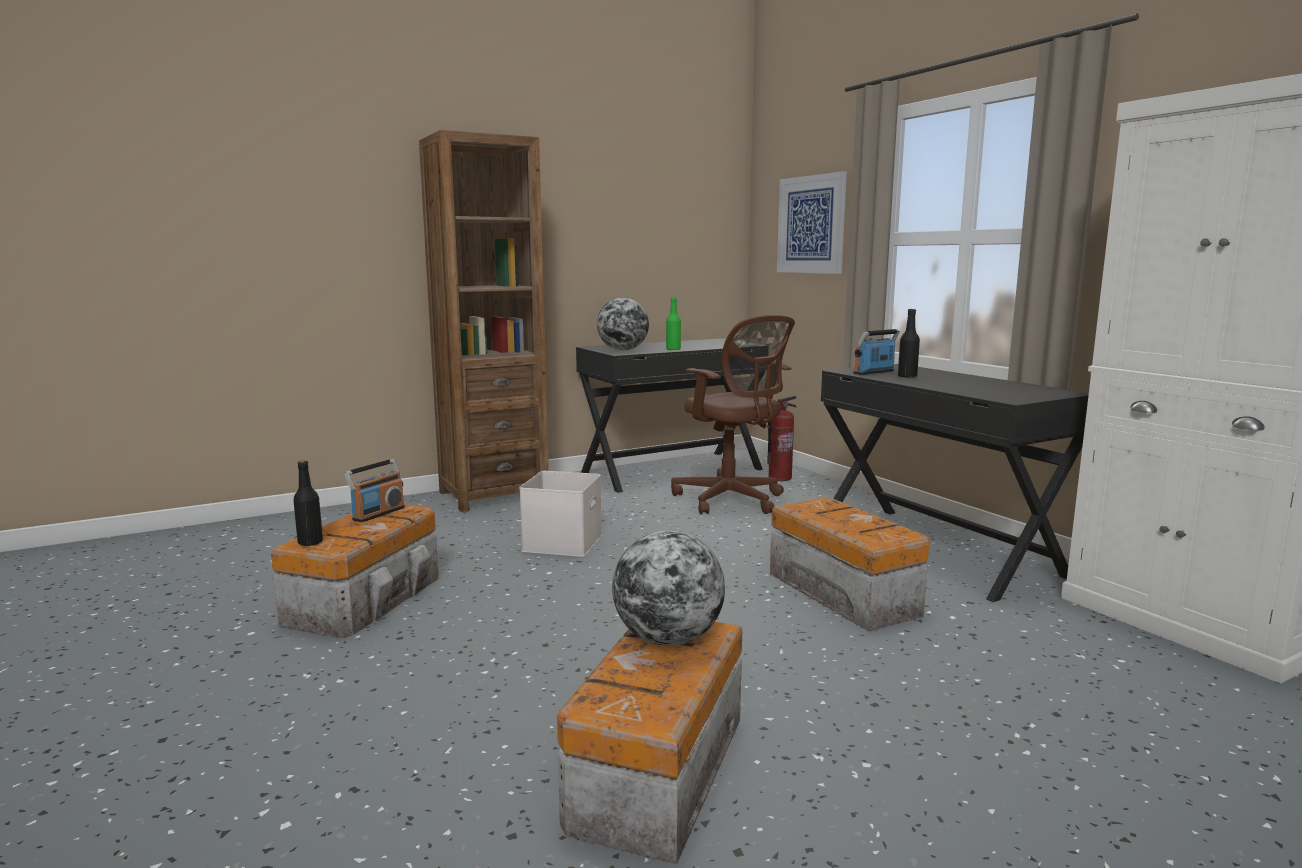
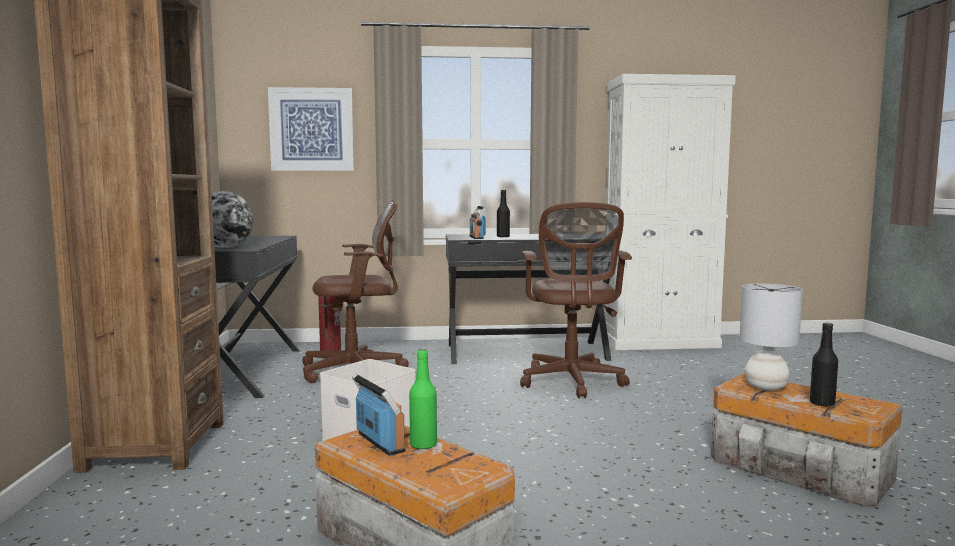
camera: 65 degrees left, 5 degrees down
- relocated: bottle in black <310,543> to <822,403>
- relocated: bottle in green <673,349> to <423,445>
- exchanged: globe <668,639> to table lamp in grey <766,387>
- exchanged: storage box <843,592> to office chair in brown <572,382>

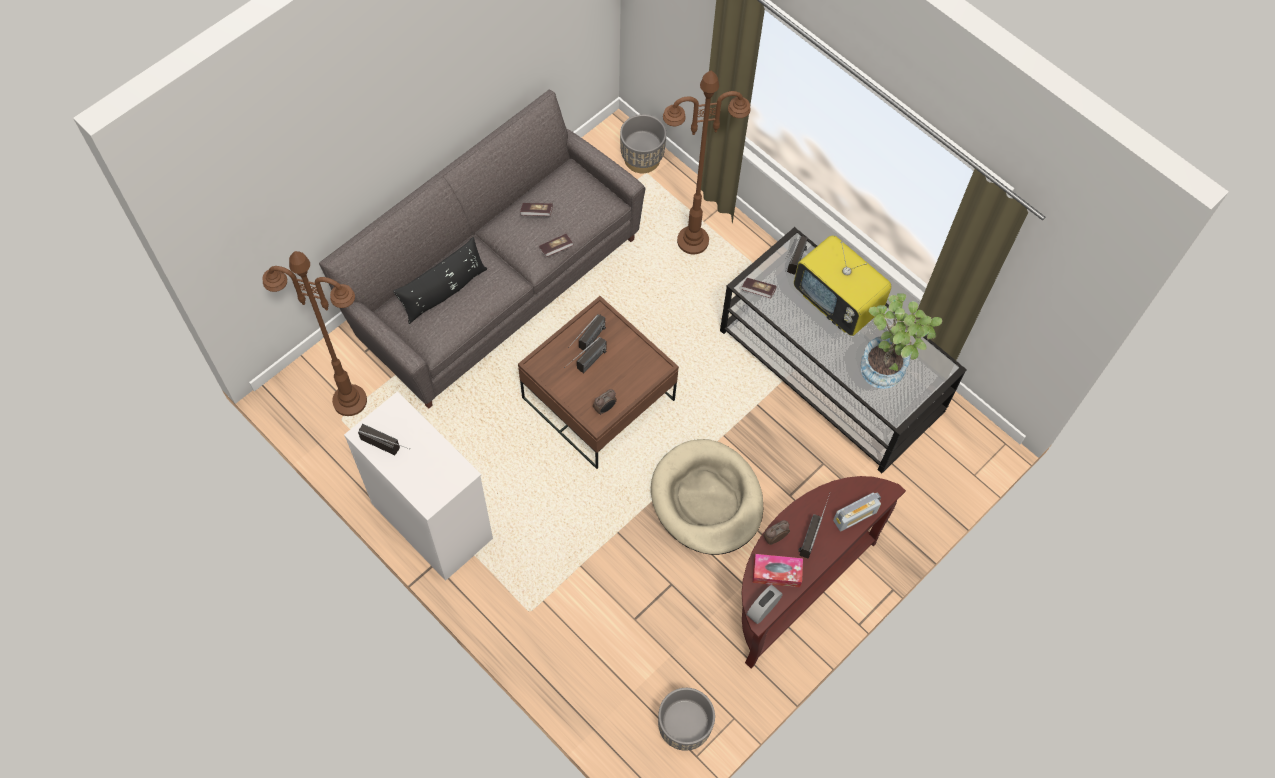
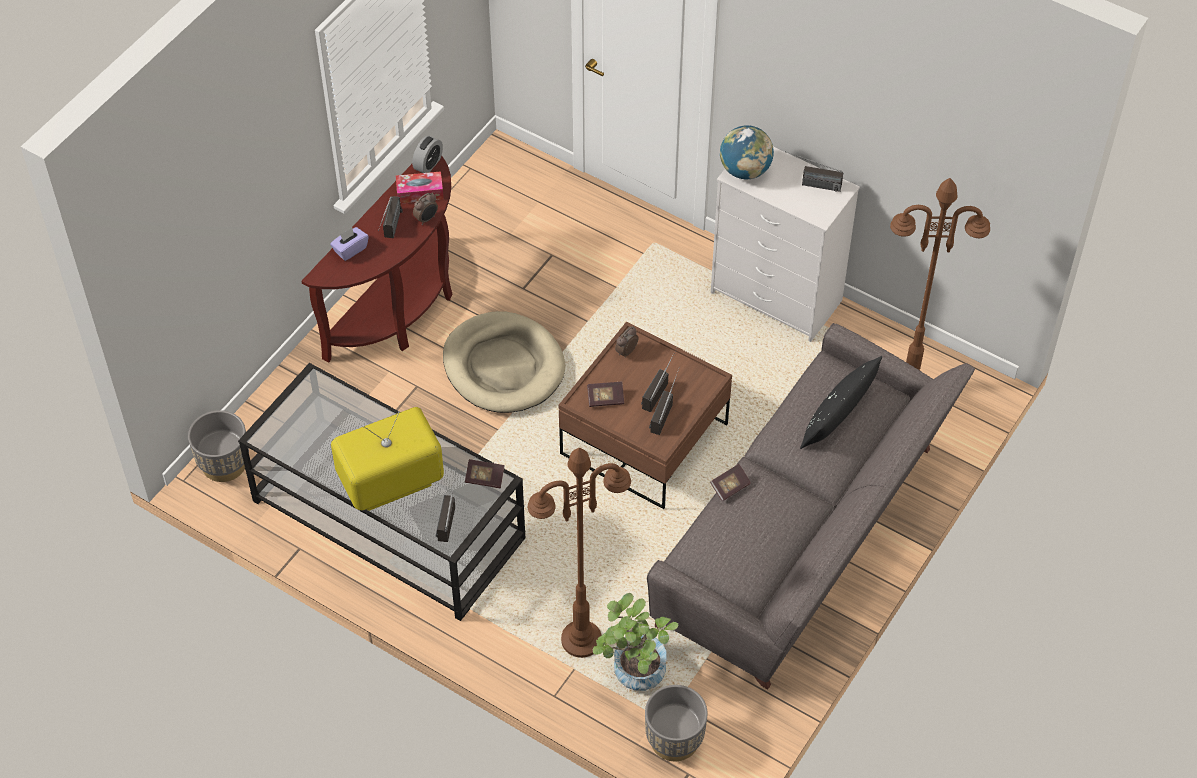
camera: 170 degrees right, 10 degrees down
- appeared: globe <745,170>
- relocated: book <536,213> to <605,399>
- relocated: planter in grey <683,727> to <224,464>
- relocated: potted plant <887,366> to <634,677>
- exchanged: radio <855,516> to tissue box in purple <350,249>
- spun: television <837,303> = <390,483> 60 degrees counterclockwise

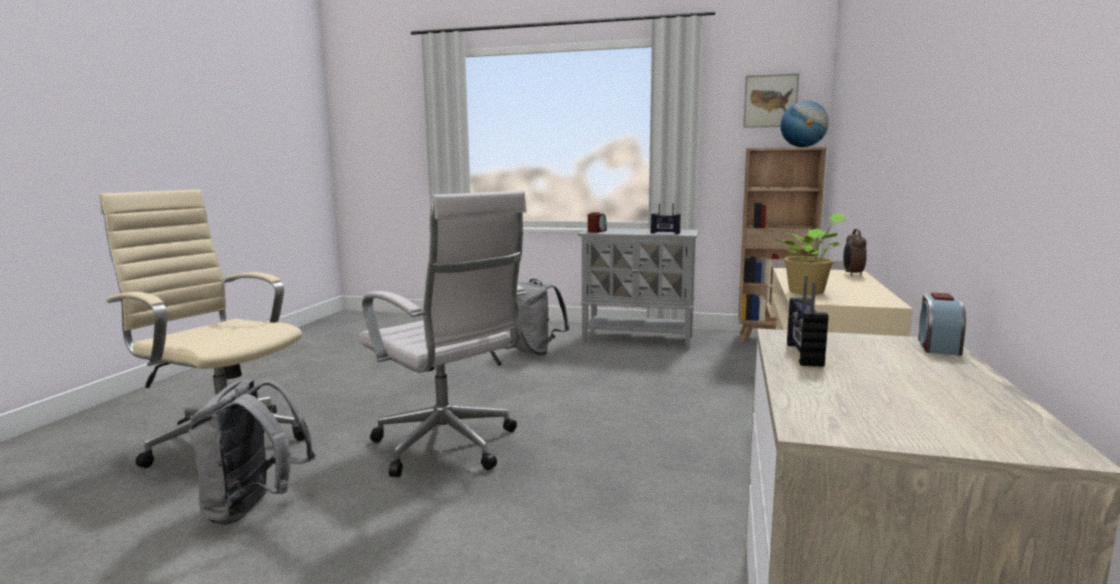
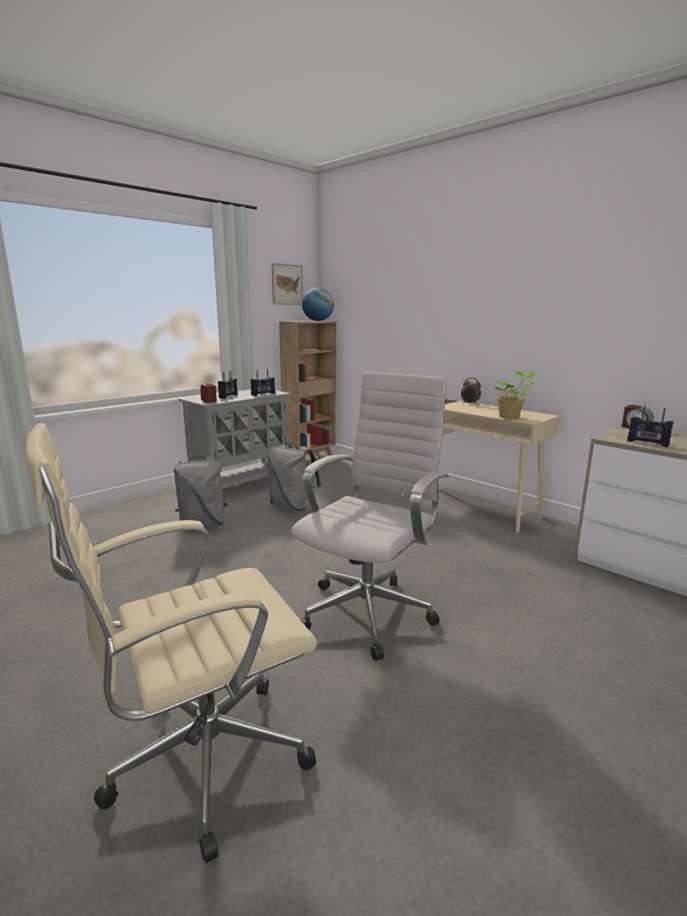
camera: 60 degrees left, 5 degrees up
- appeared: radio <228,396>
- relocated: backpack in grey <254,508> to <292,506>
- spun: office chair in white <449,448> = <370,611> 45 degrees counterclockwise

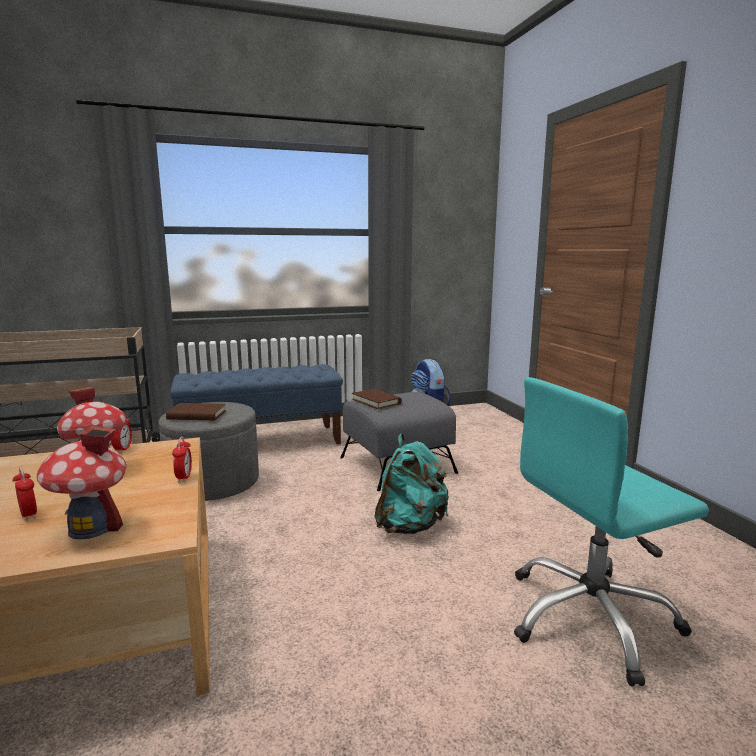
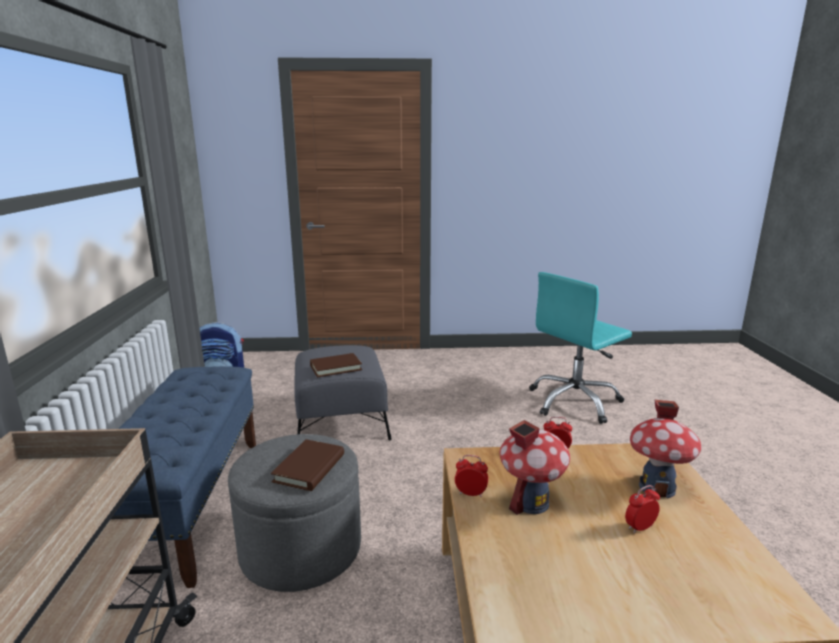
camera: 75 degrees left, 5 degrees up
- missing: backpack in turquoise <410,526>
- spun: office chair in turquoise <590,618> = <574,402> 60 degrees clockwise

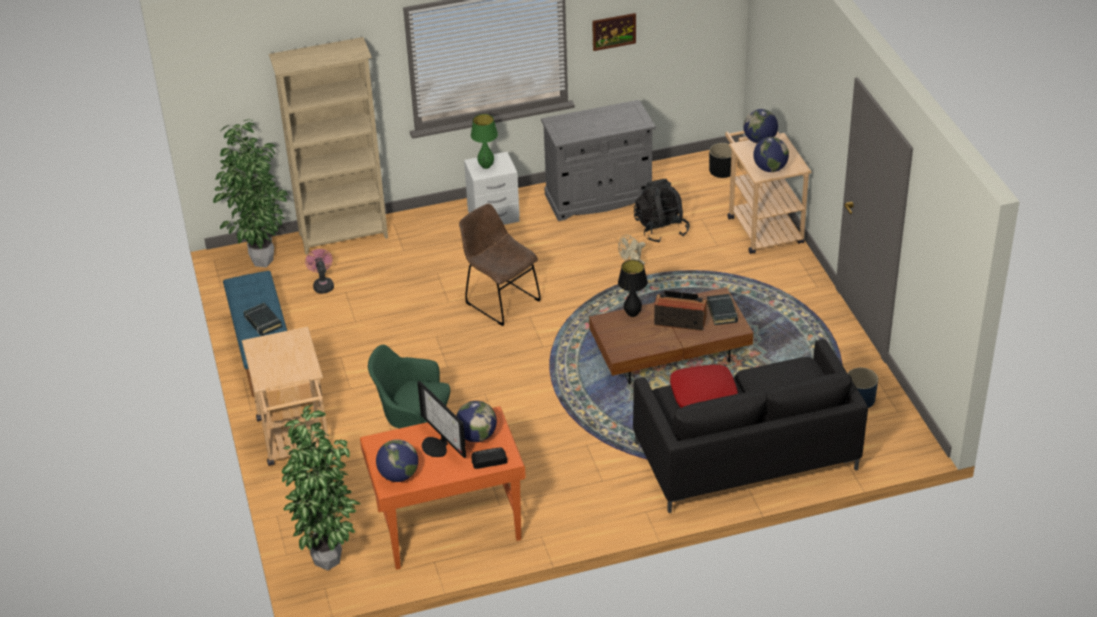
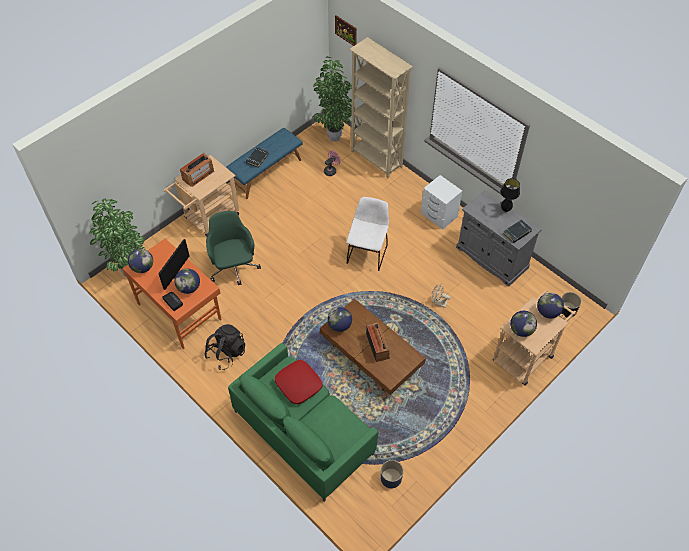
camera: 60 degrees right, 15 degrees up
- missing: table lamp in green <486,166>
- appeared: radio <198,175>
- appeared: globe <340,325>
- relocated: picture <614,31> to <346,30>
- relocated: table lamp in black <632,314> to <505,209>
- relocated: backpack in black <661,229> to <226,353>
- relocated: book in black <722,312> to <517,233>
- colour: chair in brown <500,300> to chair in white <367,252>
- colour: sofa in black <745,456> to sofa in green <303,433>

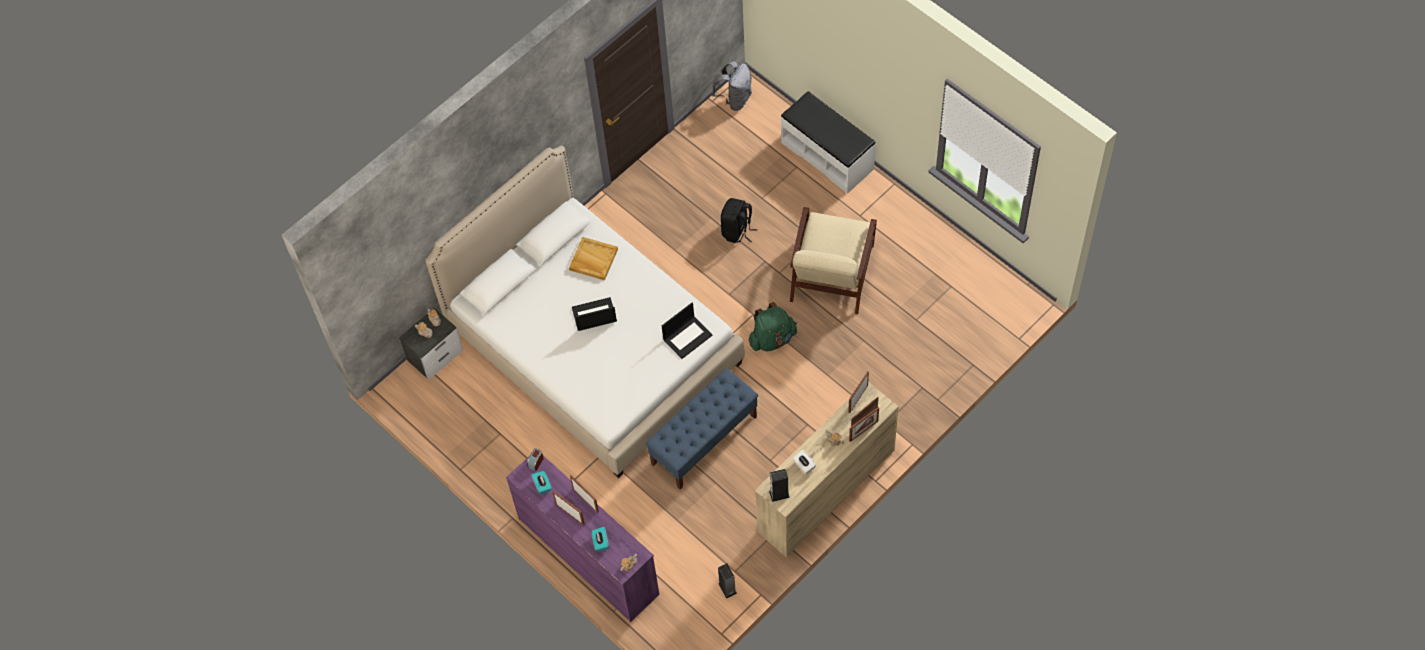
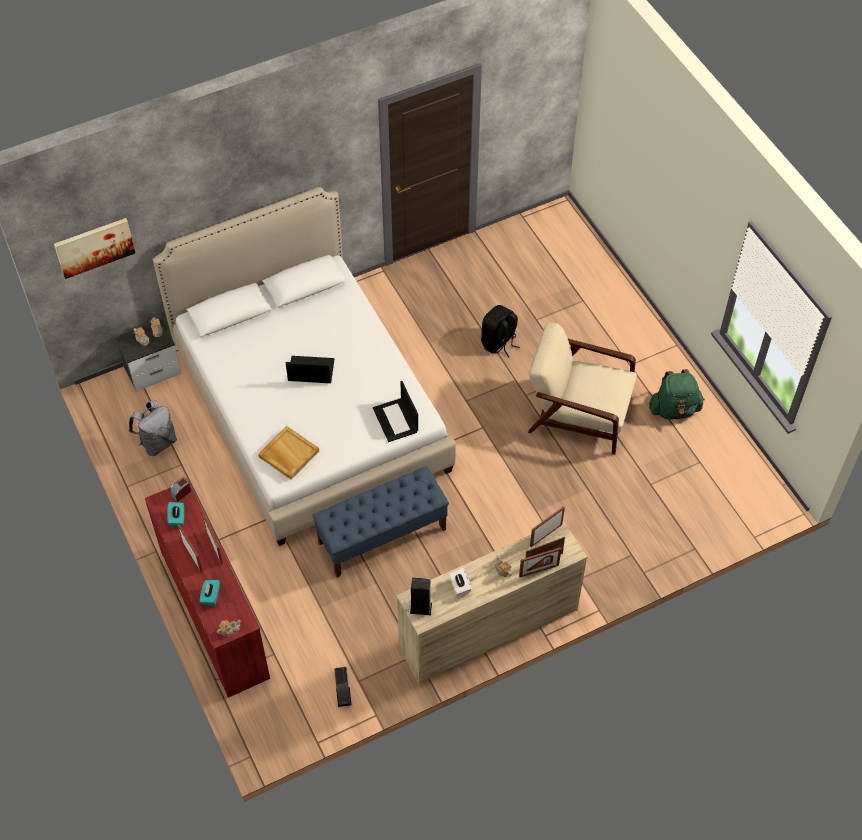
camera: 15 degrees right, 5 degrees down
- missing: bench in white <828,155>
- appeared: picture <94,247>
- relocated: tray in beige <593,260> to <288,454>
- relocated: backpack in grey <735,99> to <157,442>
- relocated: backpack in green <772,339> to <674,410>
- colour: dresser in purple <588,555> to dresser in red <215,614>
- spun: laptop <687,337> = <396,420> 90 degrees clockwise
- spun: armchair in beige <831,275> = <578,413> 75 degrees clockwise

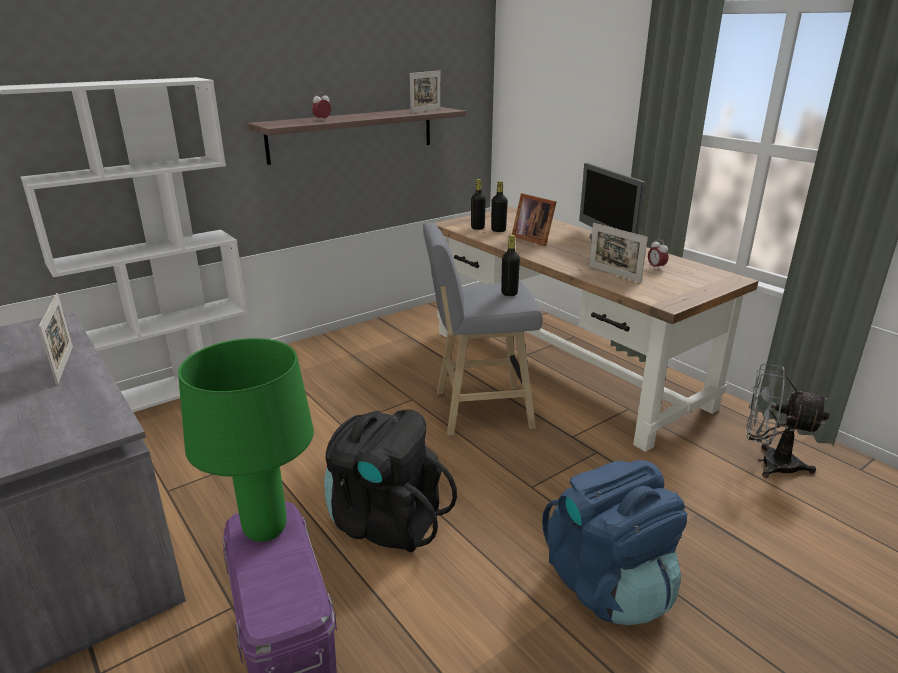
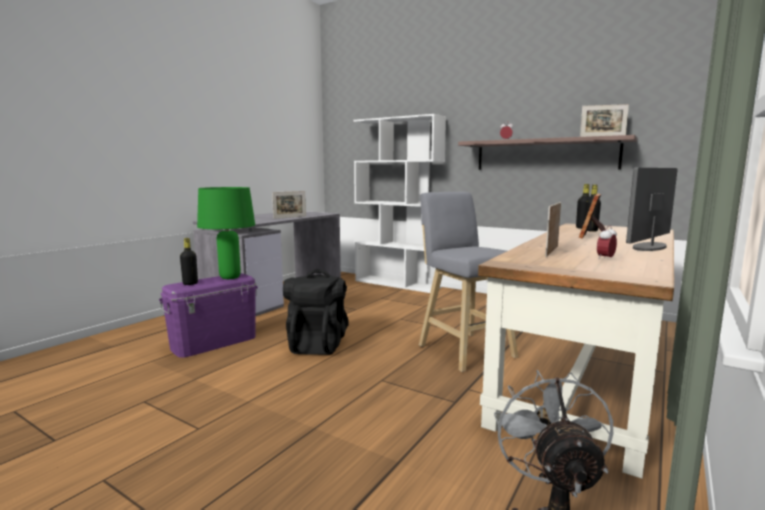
camera: 70 degrees right, 15 degrees down
- missing: backpack in blue <608,584>
- relocated: bottle in black <509,293> to <190,283>

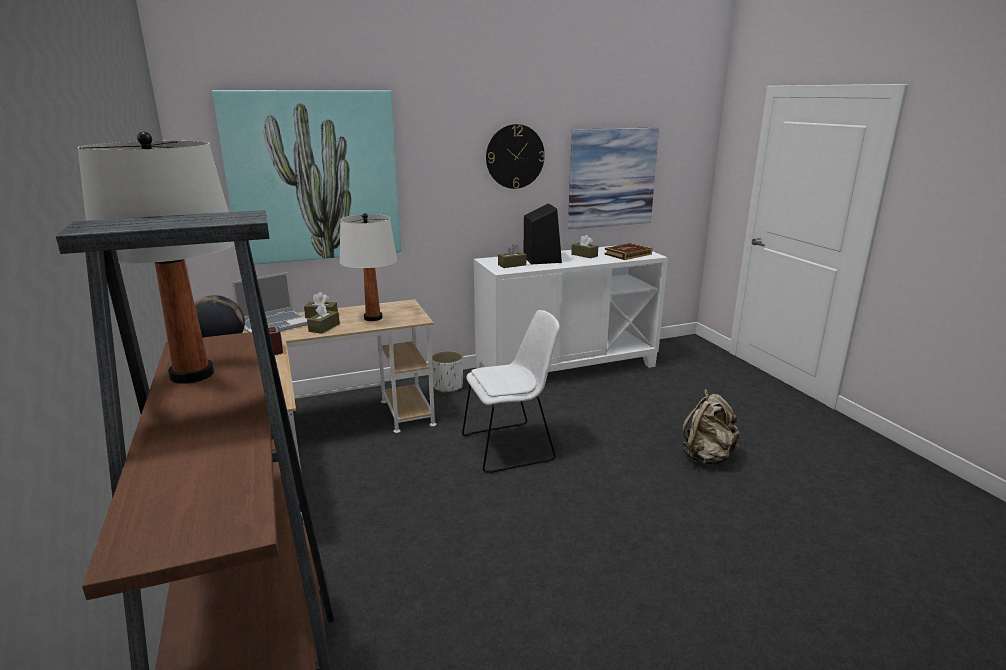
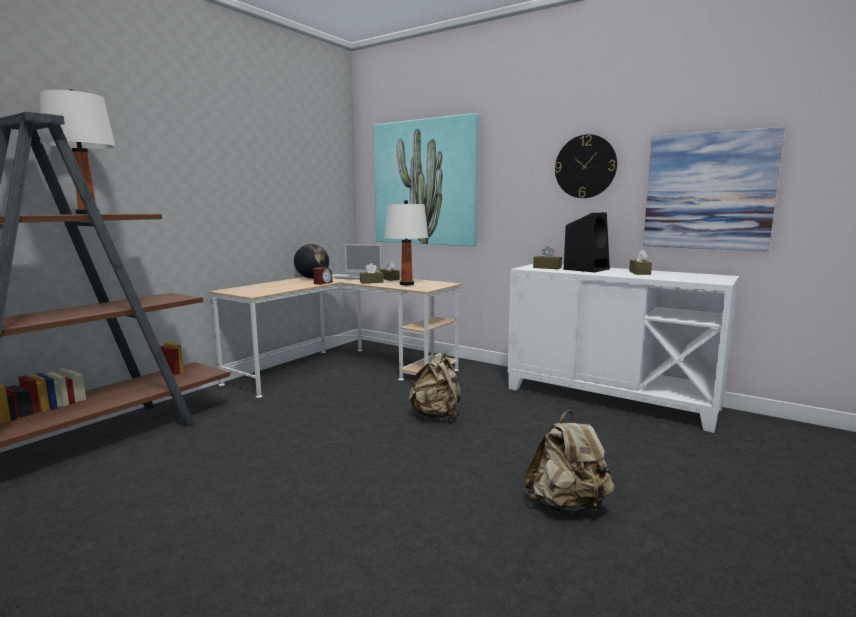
camera: 55 degrees right, 10 degrees down
- missing: planter in white <448,386>
- missing: book <628,254>
- exchanged: chair in white <511,447> to backpack in beige <436,416>

